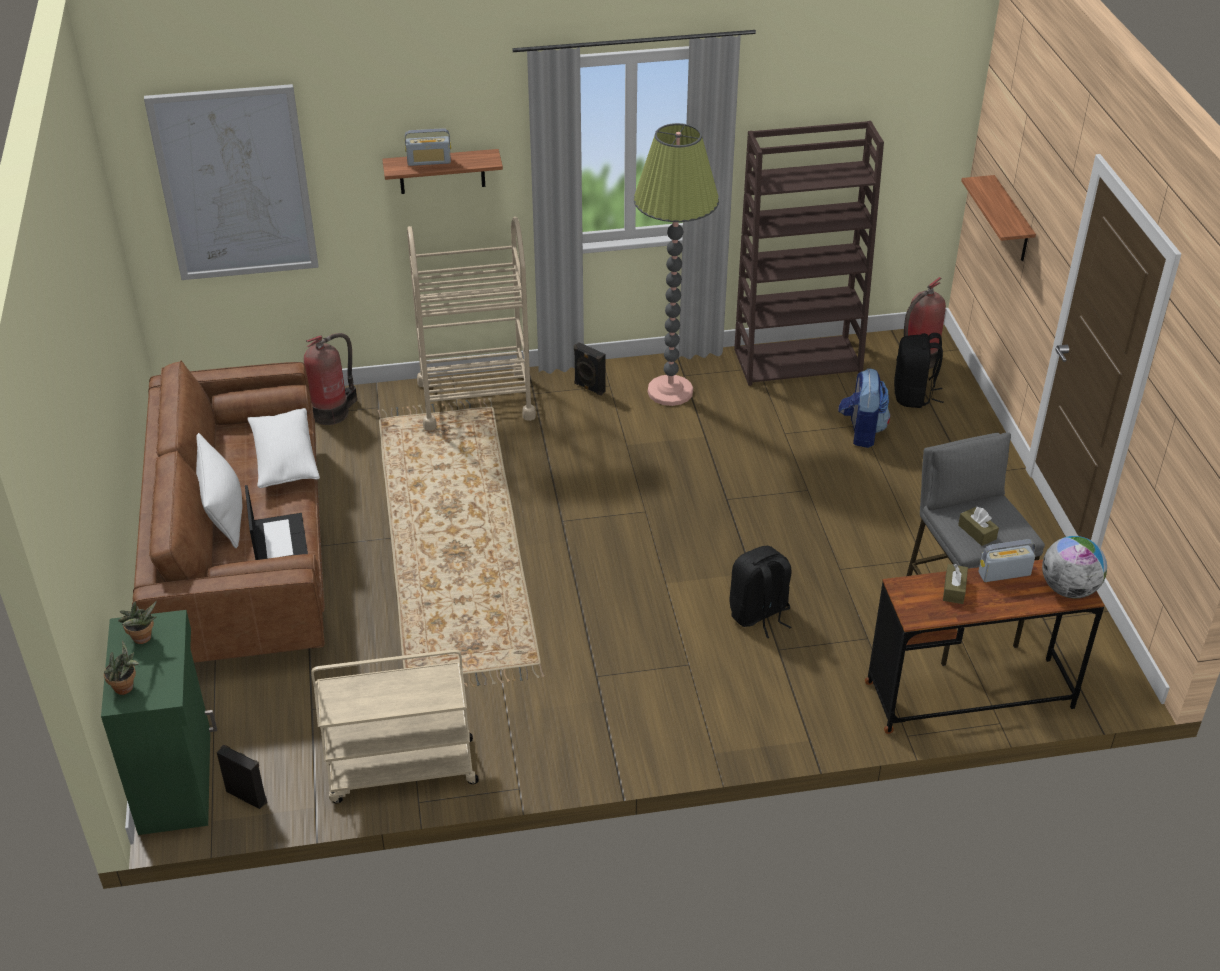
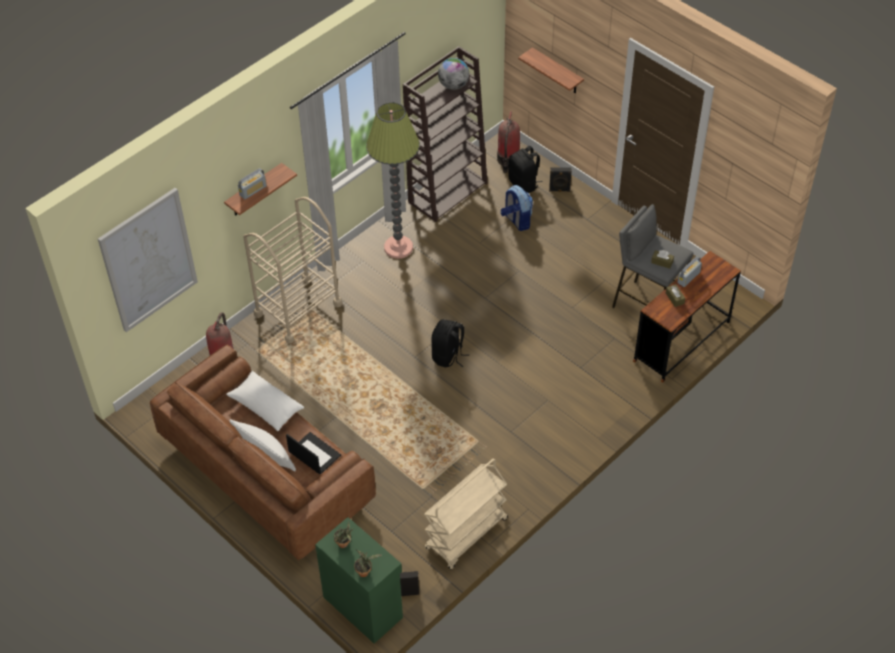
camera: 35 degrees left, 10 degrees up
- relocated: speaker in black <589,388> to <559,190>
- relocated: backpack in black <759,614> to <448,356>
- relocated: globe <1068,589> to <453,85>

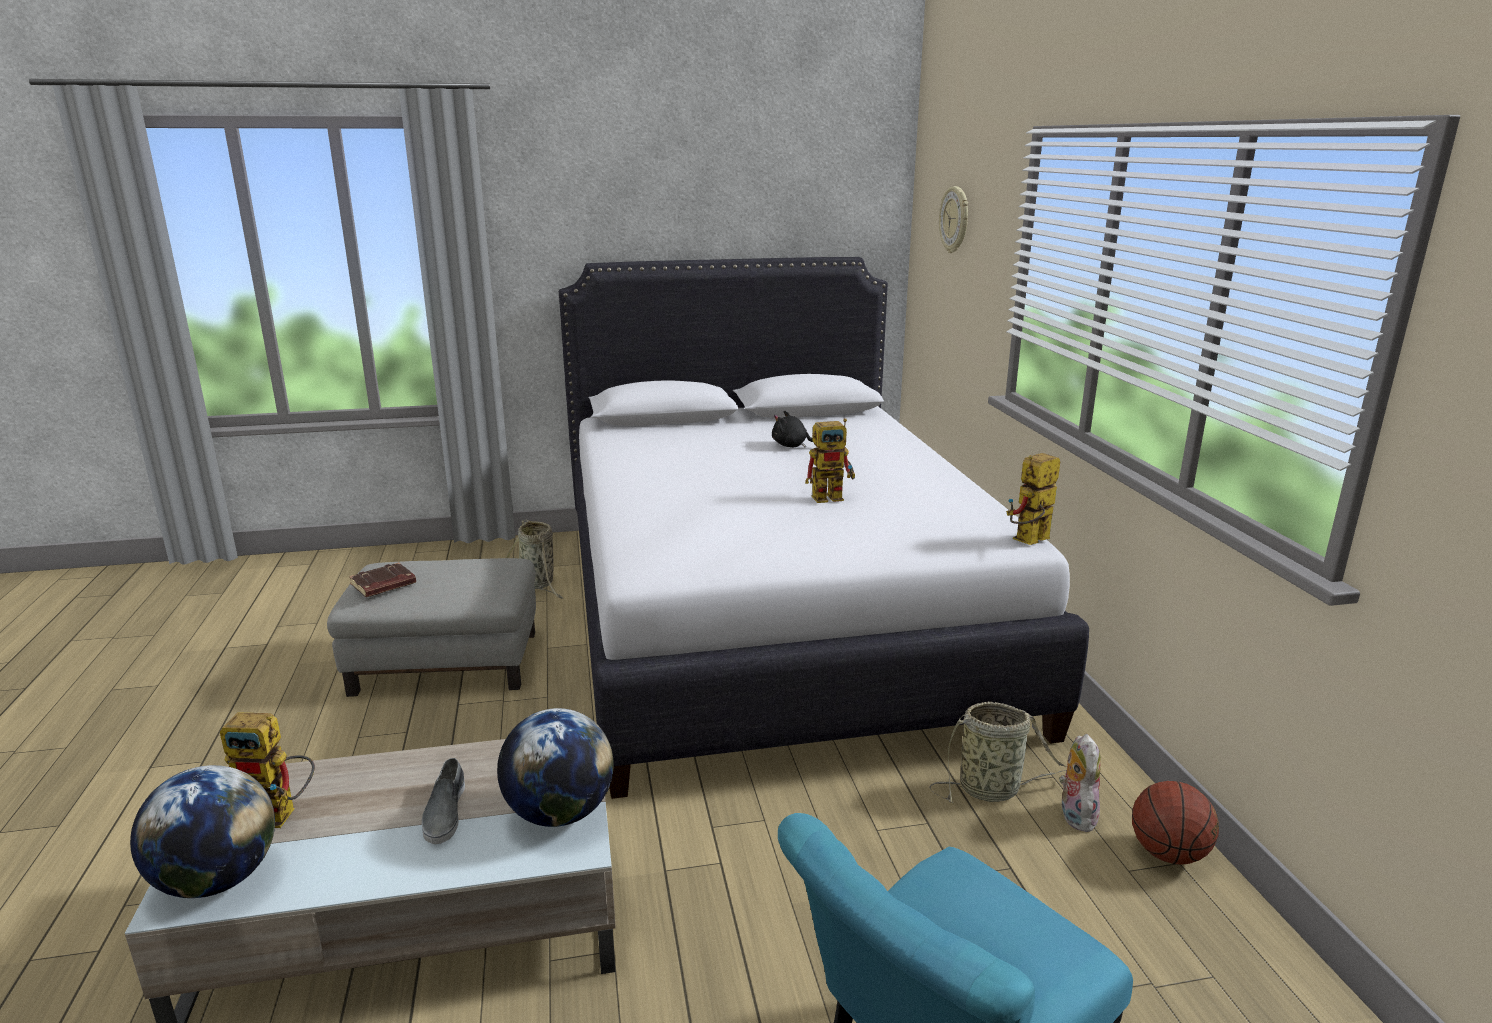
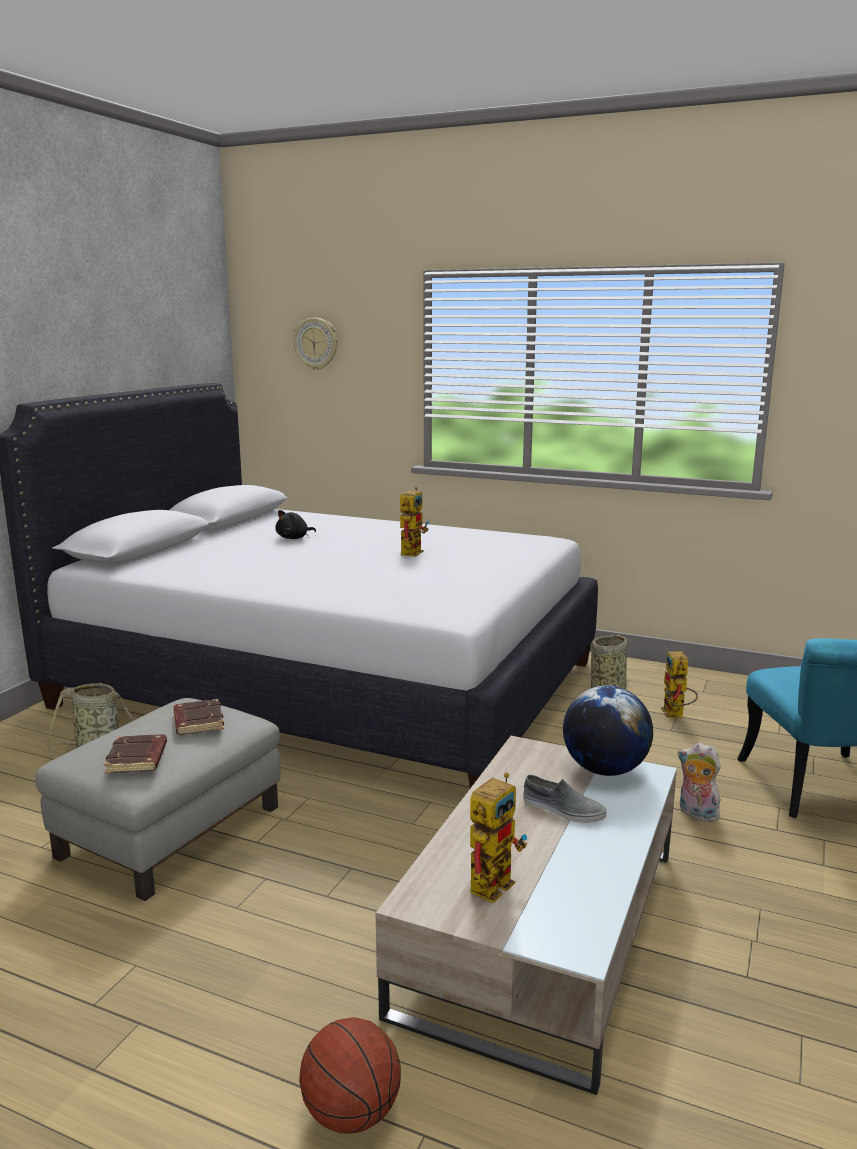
camera: 55 degrees left, 5 degrees down
- missing: globe <217,880>
- appeared: book in brown <197,722>
- relocated: toy robot <1029,541> to <676,715>
- relocated: plush toy <1074,815> to <696,814>
- relocated: basketball <1168,854> to <352,1113>

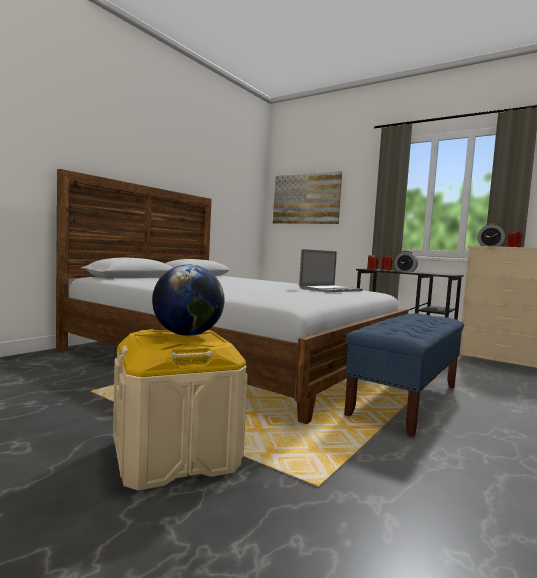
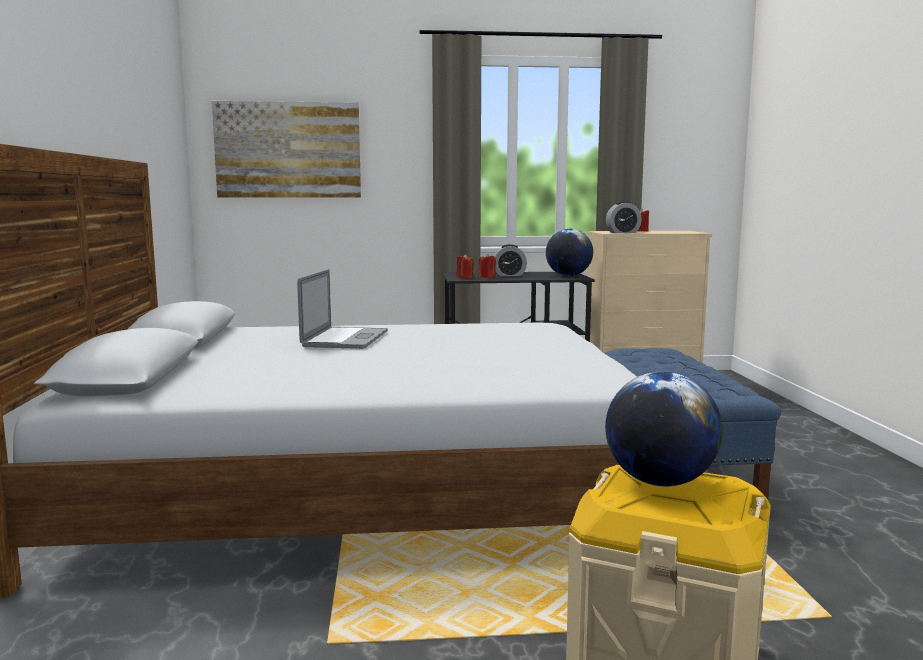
camera: 40 degrees left, 5 degrees up
- appeared: globe <568,276>
- relocated: laptop <330,289> to <345,338>

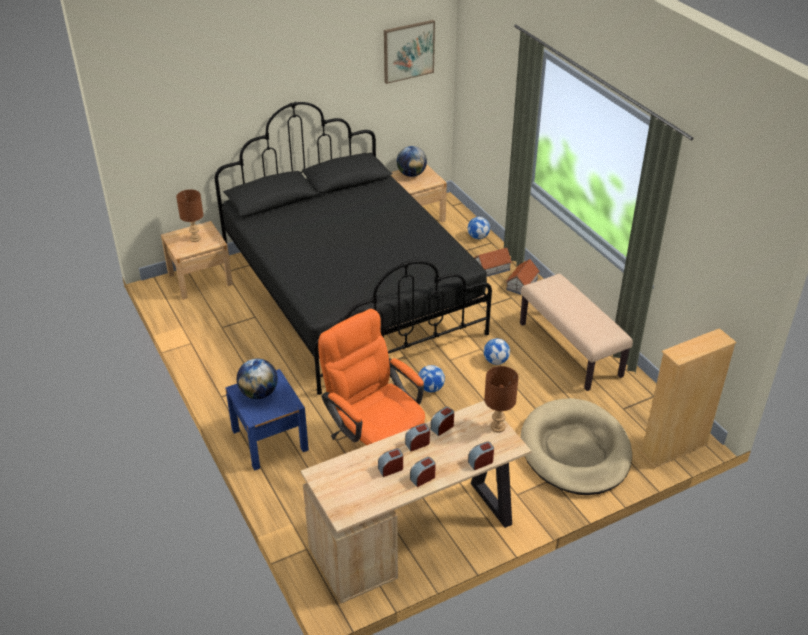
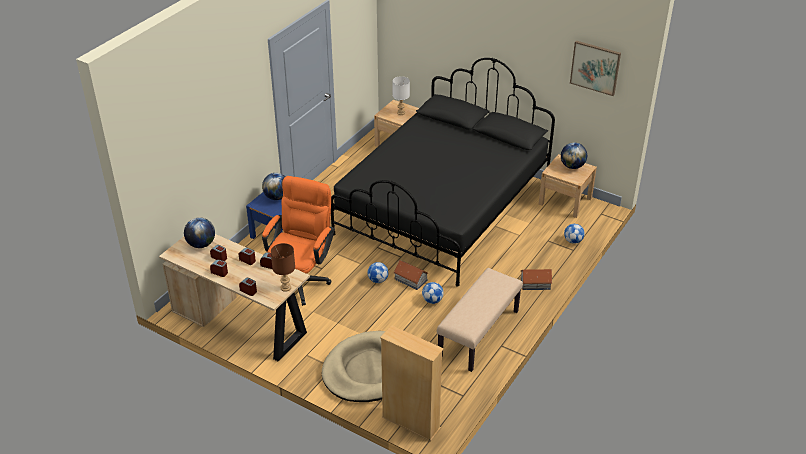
camera: 60 degrees right, 0 degrees up
- appeared: globe <201,244>
- relocated: toy house <492,268> to <411,280>
- colour: table lamp in brown <195,239> to table lamp in white <400,113>

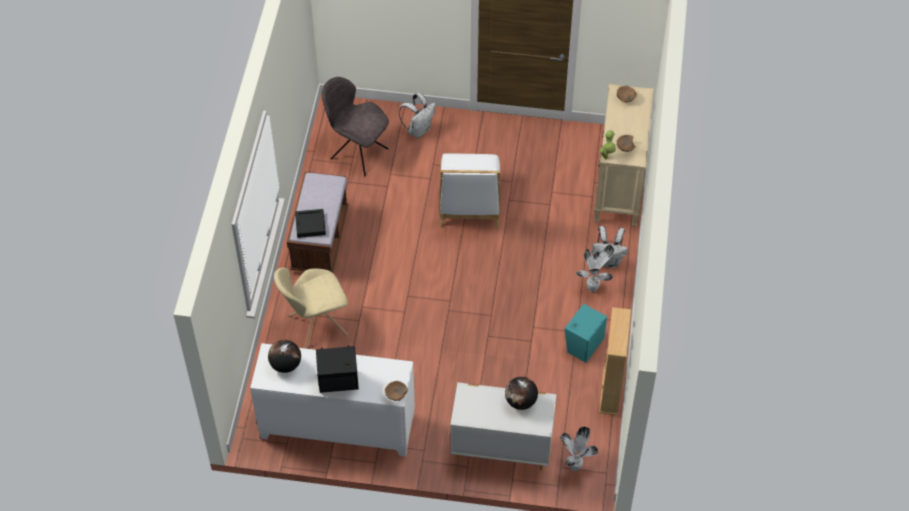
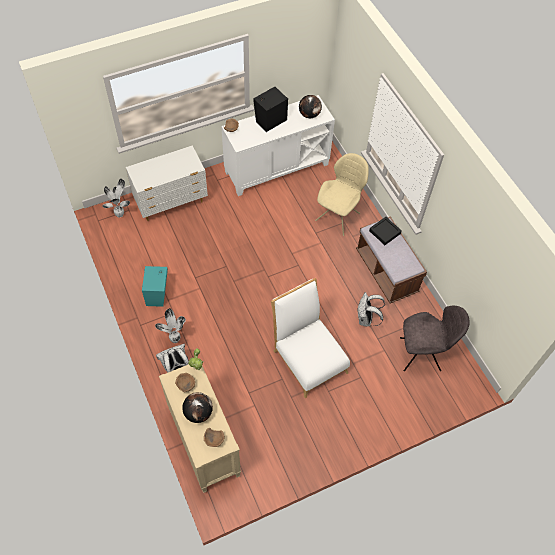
camera: 145 degrees right, 5 degrees up
- missing: bookcase in beige <610,391>
- relocated: backpack in white <418,130> to <366,319>
- relocated: globe <520,402> to <198,412>

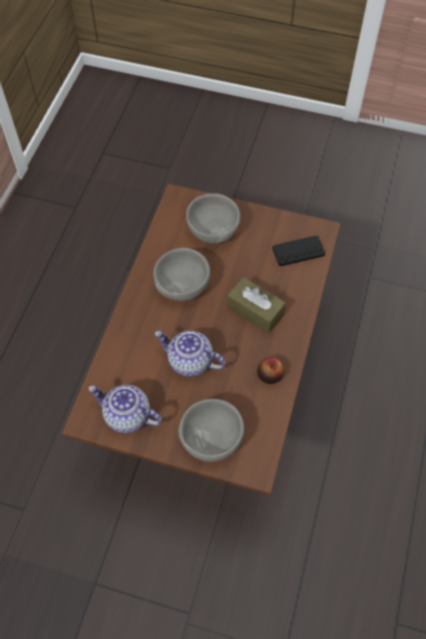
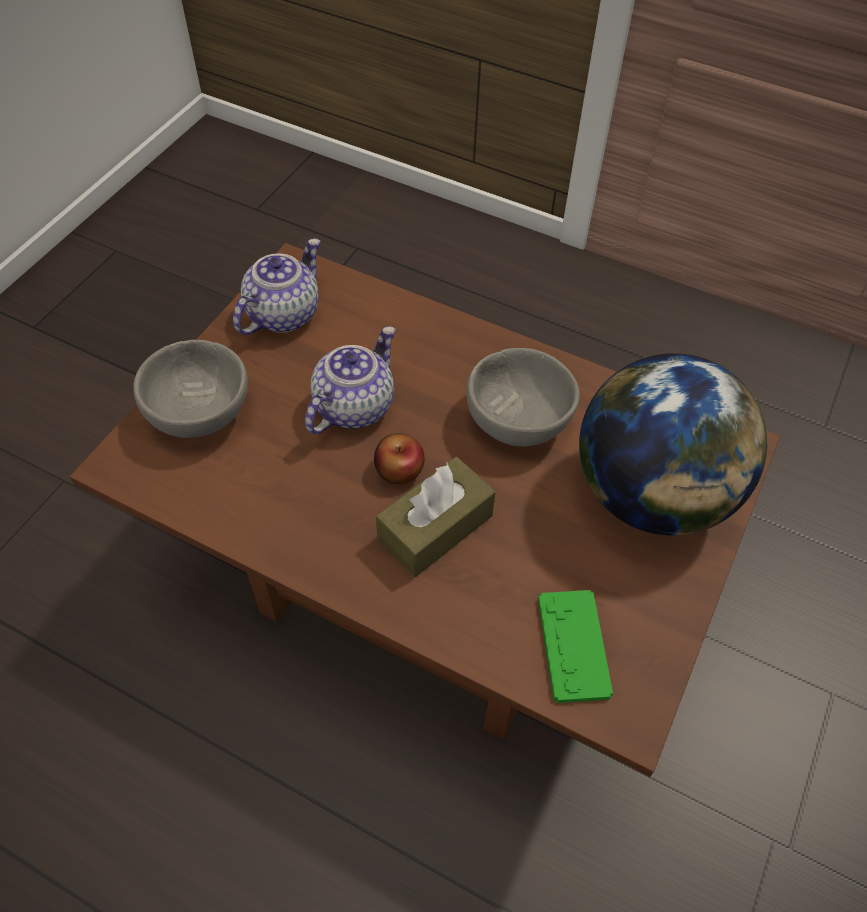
camera: 100 degrees right, 5 degrees down
- relocated: apple <269,375> to <399,469>
- exchanged: bowl in grey <214,229> to globe <651,494>
- colour: game controller in black <298,251> to game controller in green <573,646>

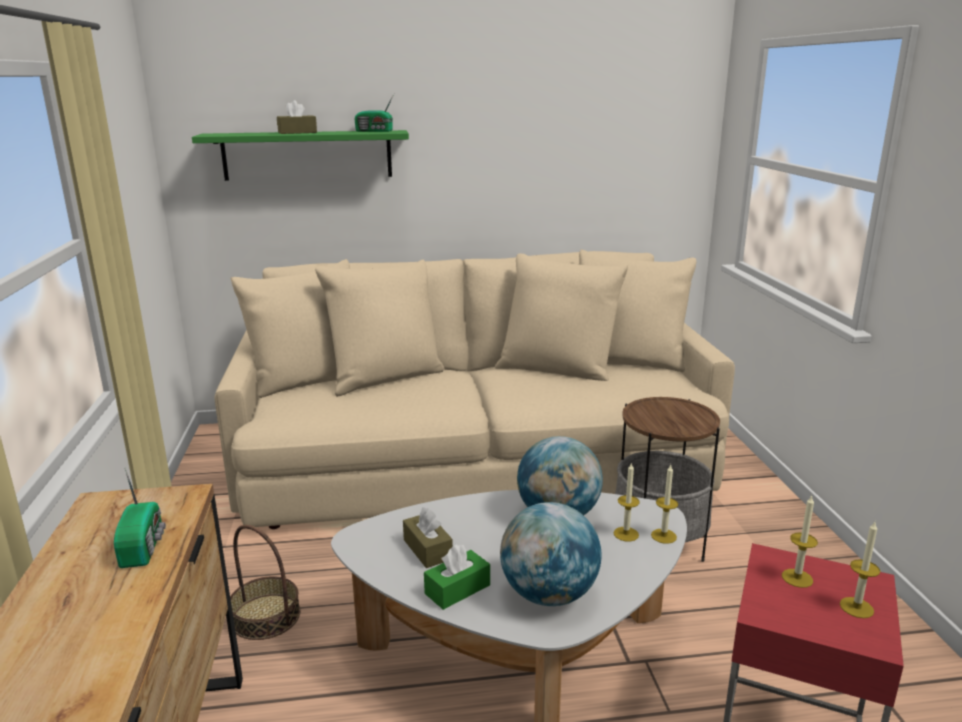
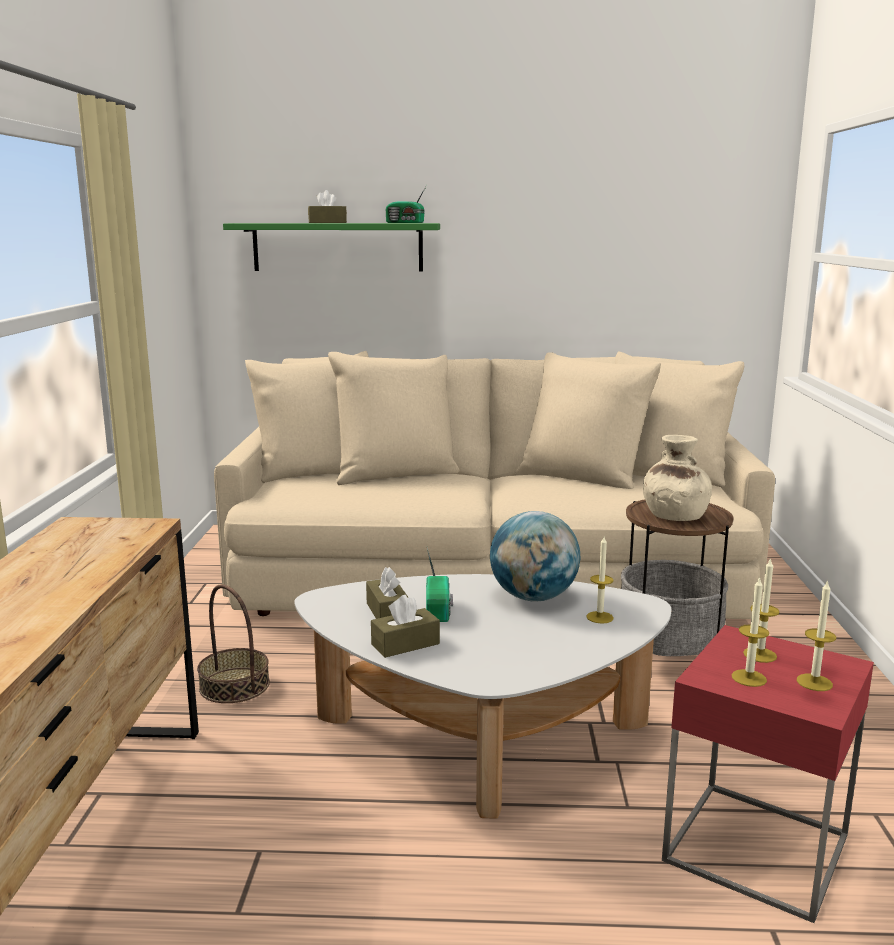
camera: 10 degrees right, 5 degrees down
- missing: globe <548,594>
- appeared: vase in beige <674,516>
- relocated: radio <144,546> to <439,610>
- relocated: candle <663,536> to <749,678>
- colour: tissue box in green <457,589> to tissue box in brown <405,644>

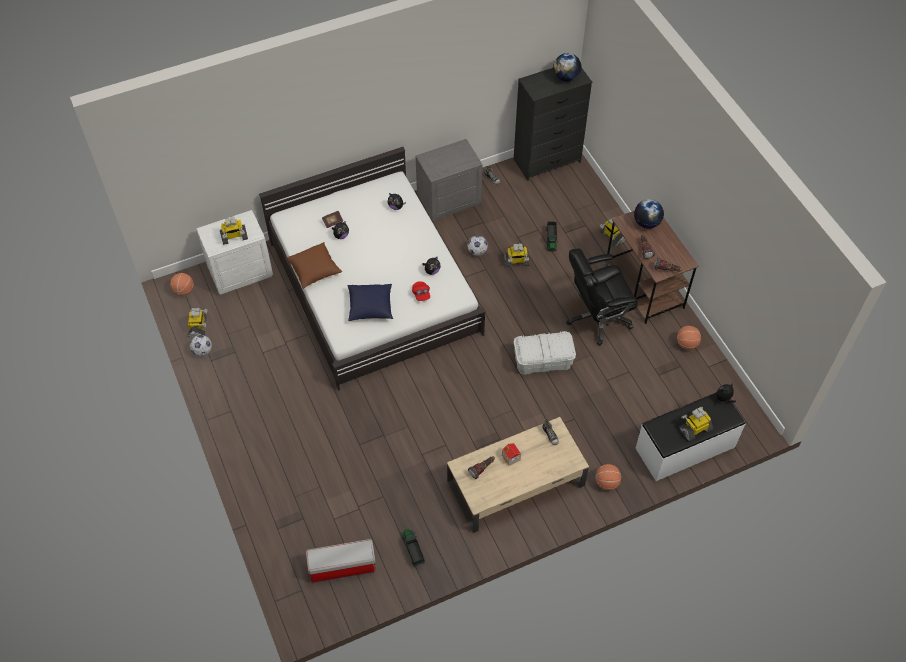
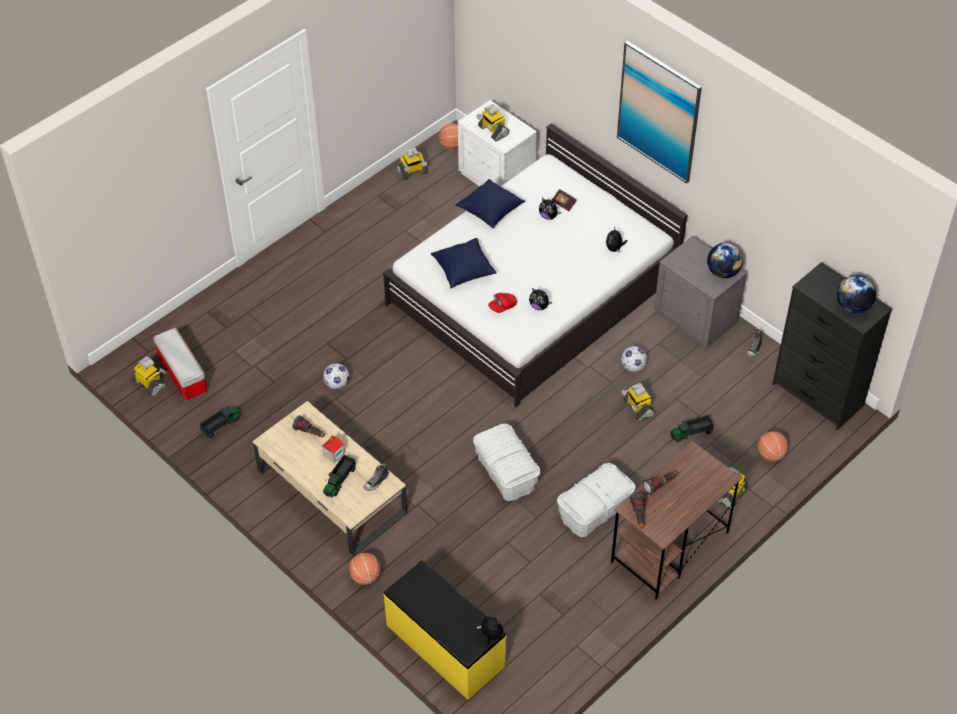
camera: 70 degrees right, 5 degrees down
- appeared: toy truck <340,480>
- appeared: picture <658,112>
- relocated: football <202,351> to <337,384>
- relocated: globe <647,223> to <723,272>
- relocated: basketball <687,344> to <771,455>
- relocated: toy robot <695,429> to <150,384>
- exchanged: office chair in black <597,318> to storage box in white <594,510>
- colour: pillow in brown <315,270> to pillow in blue <490,211>
- colour: bench in white <685,448> to bench in yellow <444,646>

